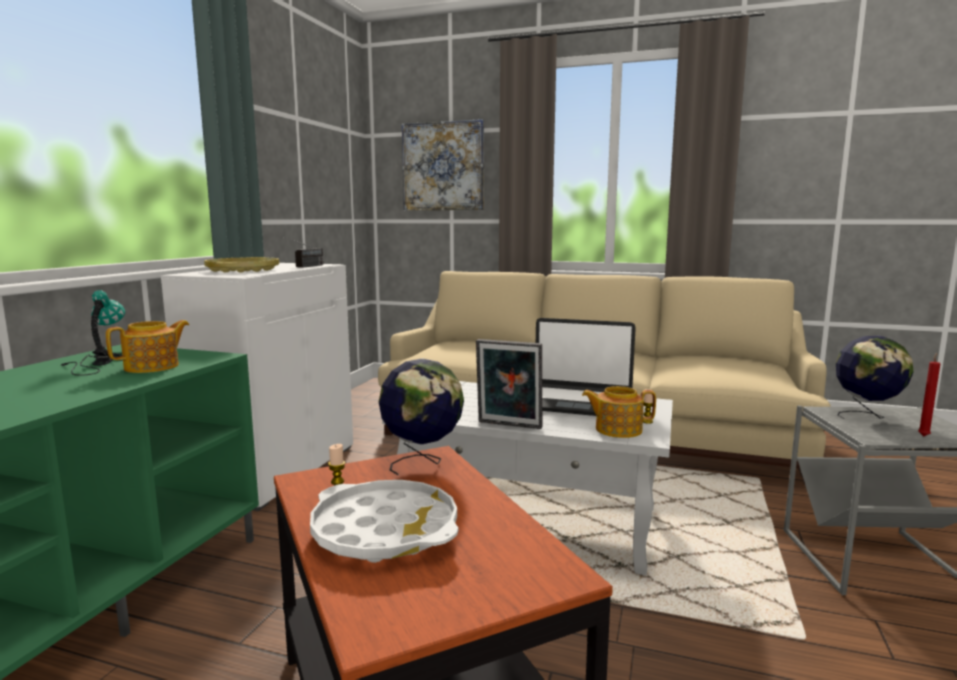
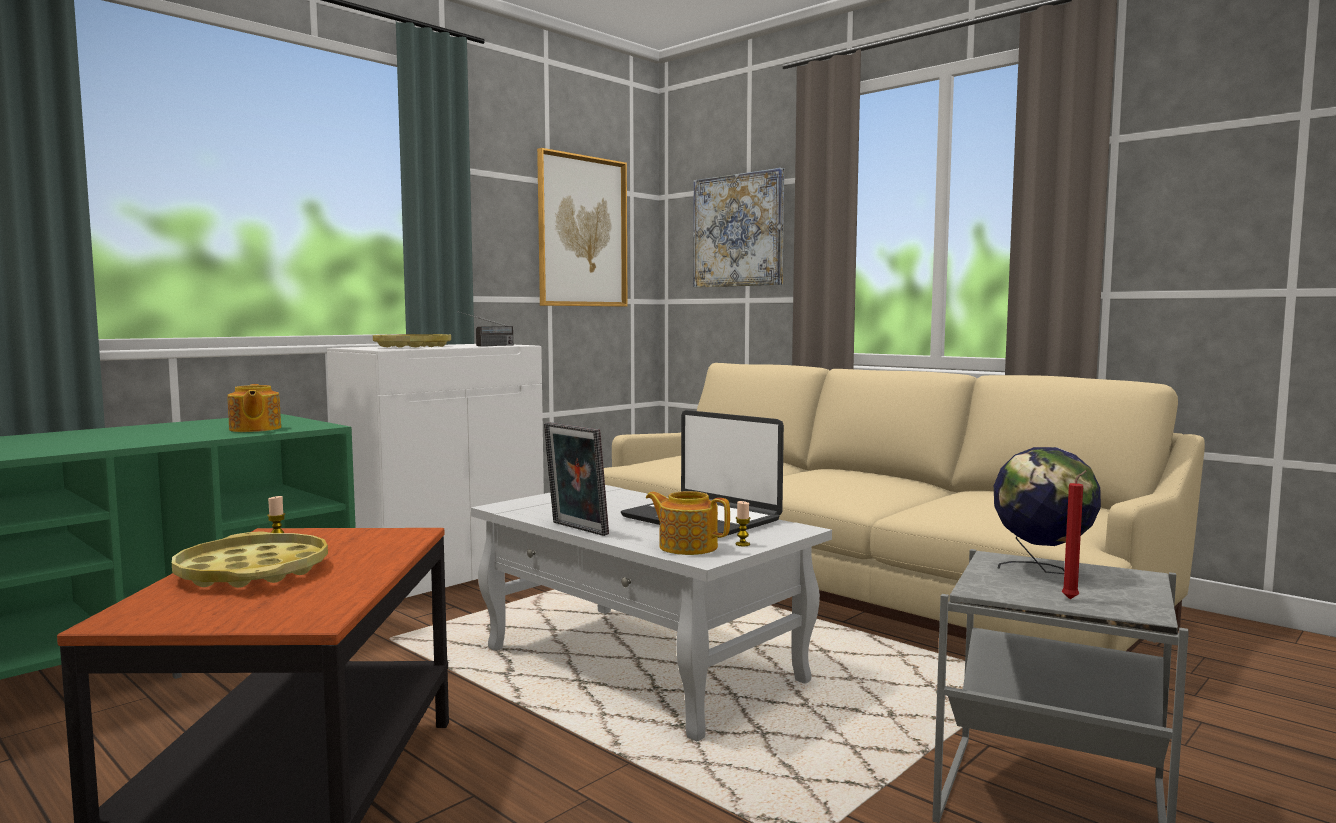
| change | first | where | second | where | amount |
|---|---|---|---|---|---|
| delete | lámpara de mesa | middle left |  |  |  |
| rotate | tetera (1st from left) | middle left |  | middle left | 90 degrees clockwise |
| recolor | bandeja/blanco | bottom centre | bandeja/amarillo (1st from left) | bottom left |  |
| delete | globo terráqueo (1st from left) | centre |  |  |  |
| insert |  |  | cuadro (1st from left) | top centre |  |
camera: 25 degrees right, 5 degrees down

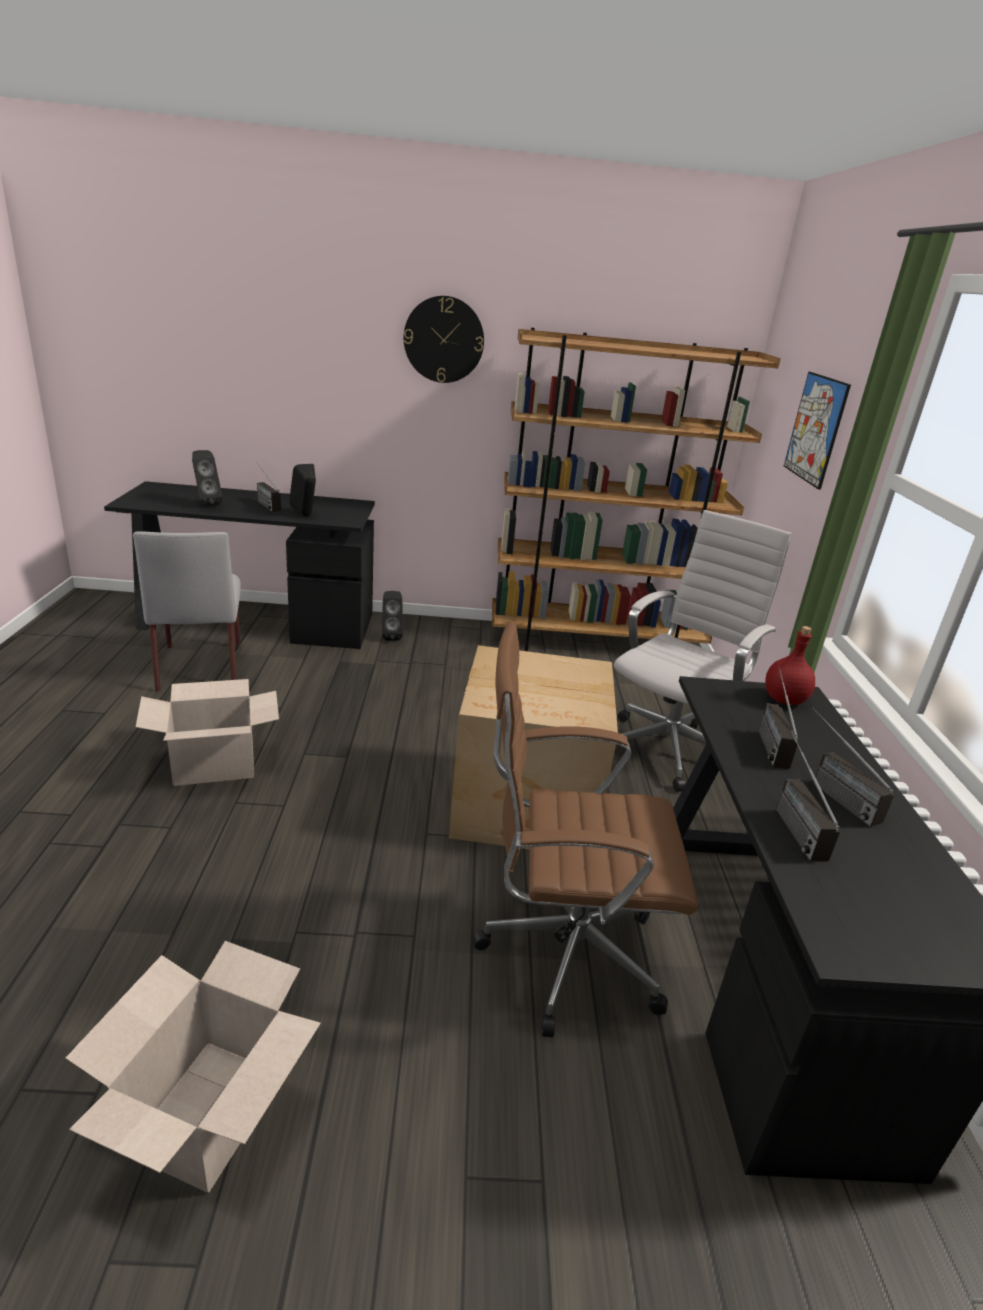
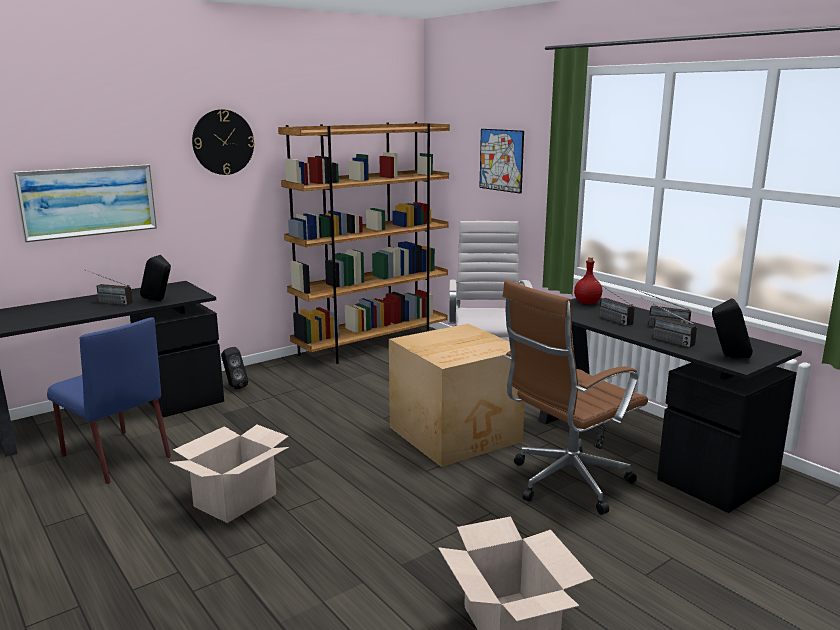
| change | first | where | second | where | amount |
|---|---|---|---|---|---|
| recolor | silla/gris | middle left | silla/azul | middle left |  |
| move | altavoz/negro (1st from left in the first image) | middle left | altavoz/negro (3rd from left) | middle right |  |
| insert |  |  | cuadro (1st from left) | top left |  |
camera: 35 degrees left, 10 degrees down

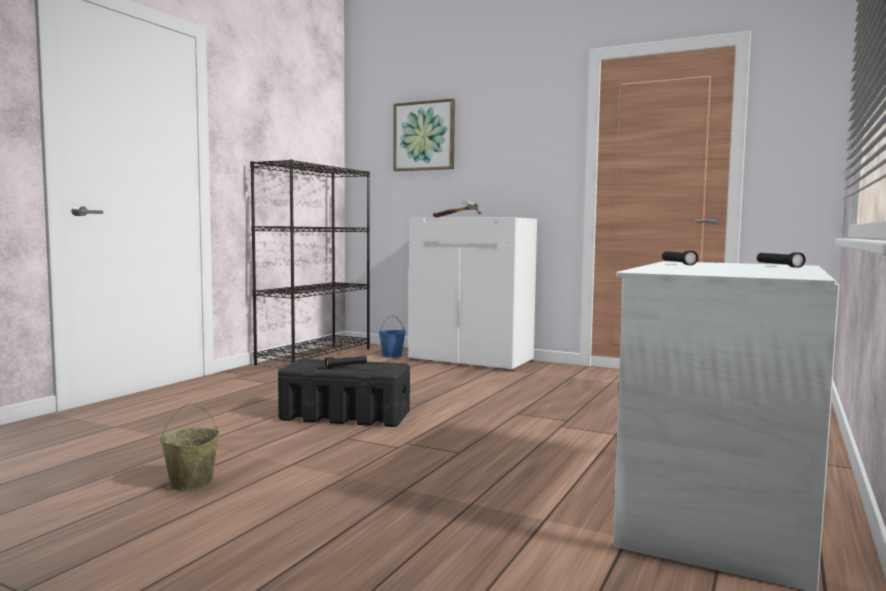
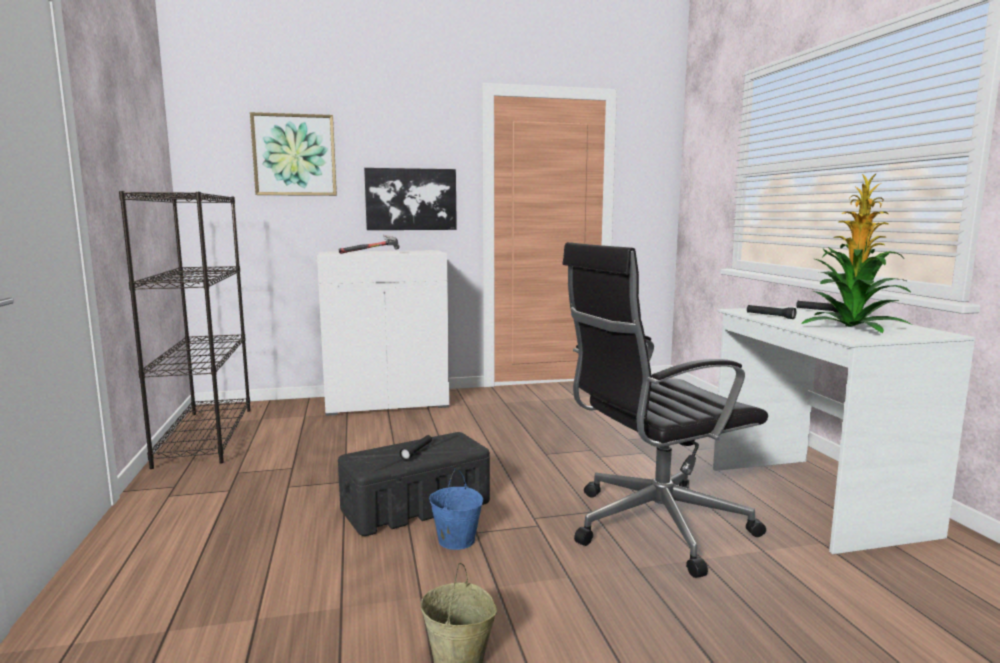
| change | first | where | second | where | amount |
|---|---|---|---|---|---|
| move | cubo/azul | centre |  | bottom centre |  |
| insert |  |  | cuadro (2nd from left) | top centre |  |
| insert |  |  | silla de oficina/negro | centre |  |
| insert |  |  | planta en maceta | middle right |  |
camera: 40 degrees left, 5 degrees up

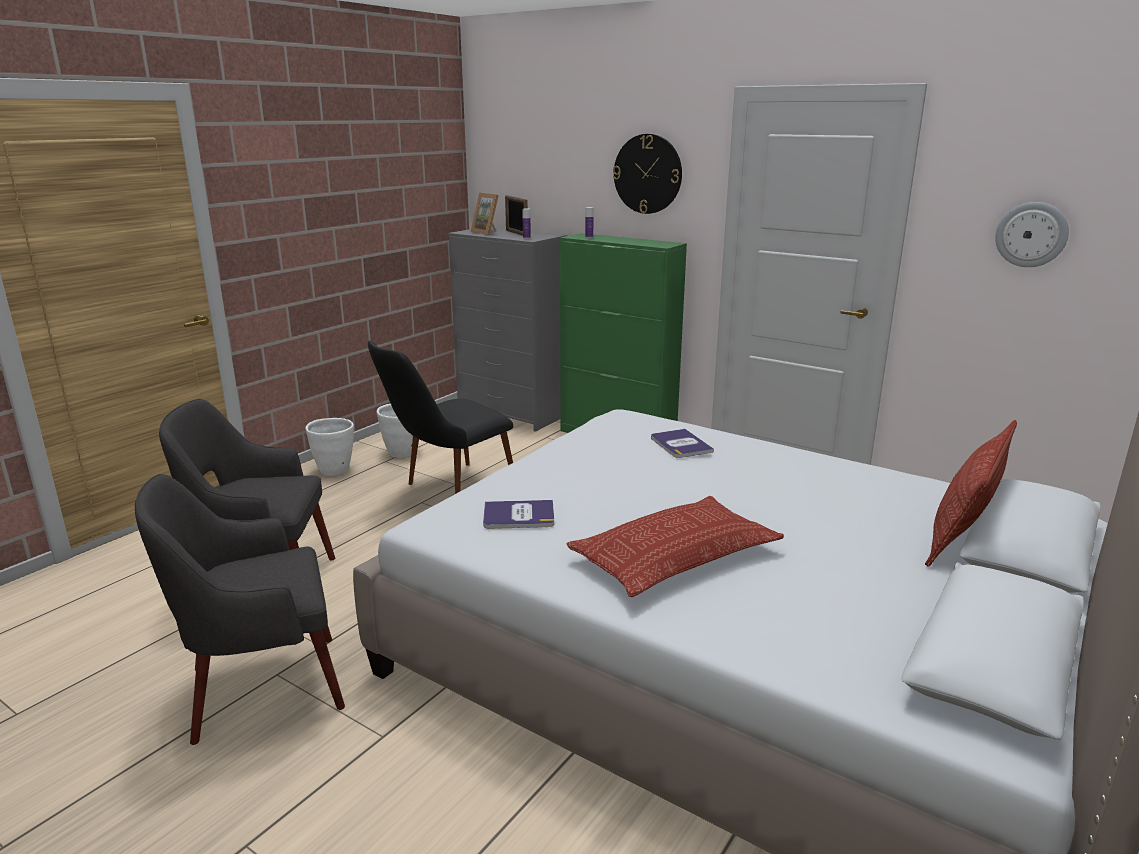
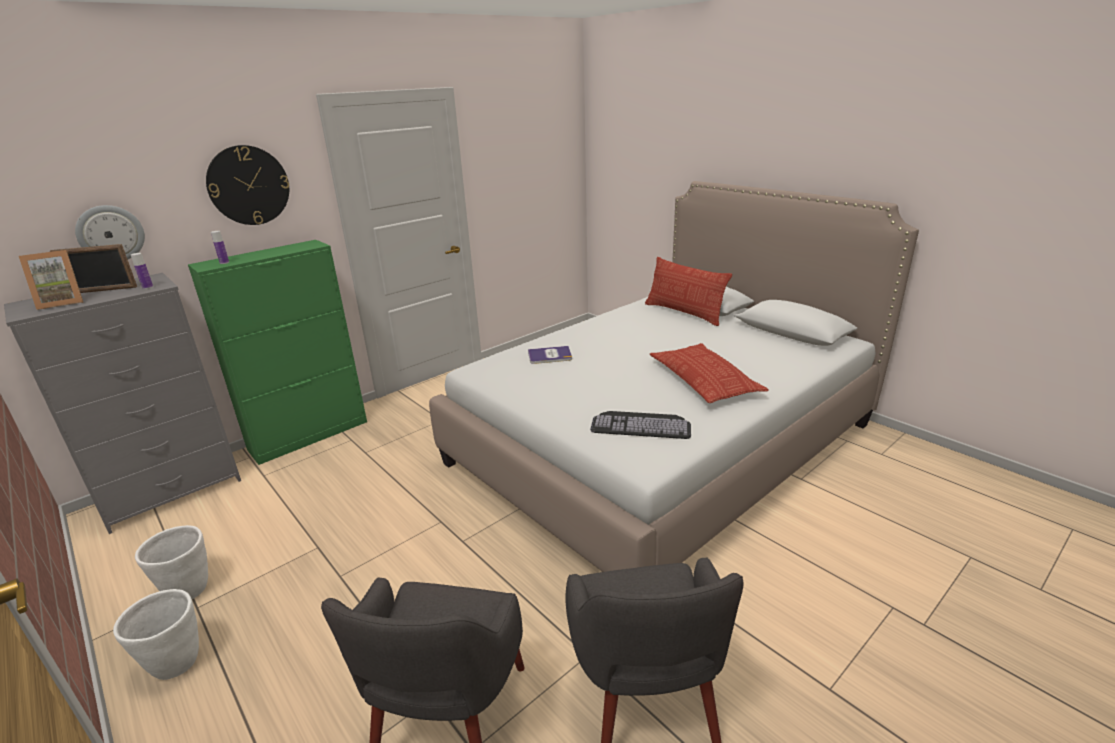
| change | first | where | second | where | amount |
|---|---|---|---|---|---|
| delete | silla/negro | centre |  |  |  |
| replace | libro (1st from left) | centre | teclado | centre |  |
| move | reloj de pared (2nd from left in the first image) | top right | reloj de pared (1st from left) | top left |  |
camera: 75 degrees left, 5 degrees up

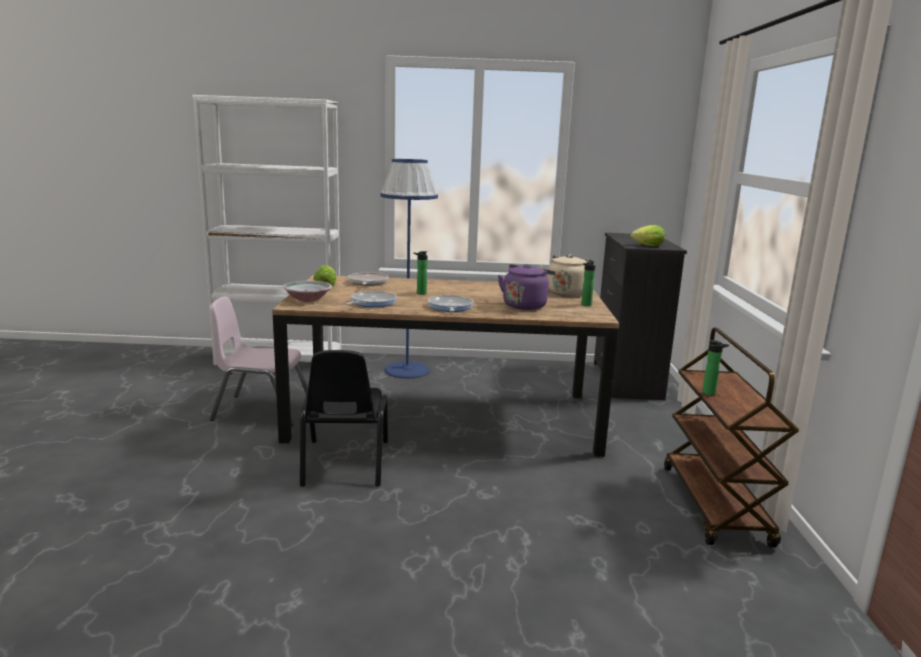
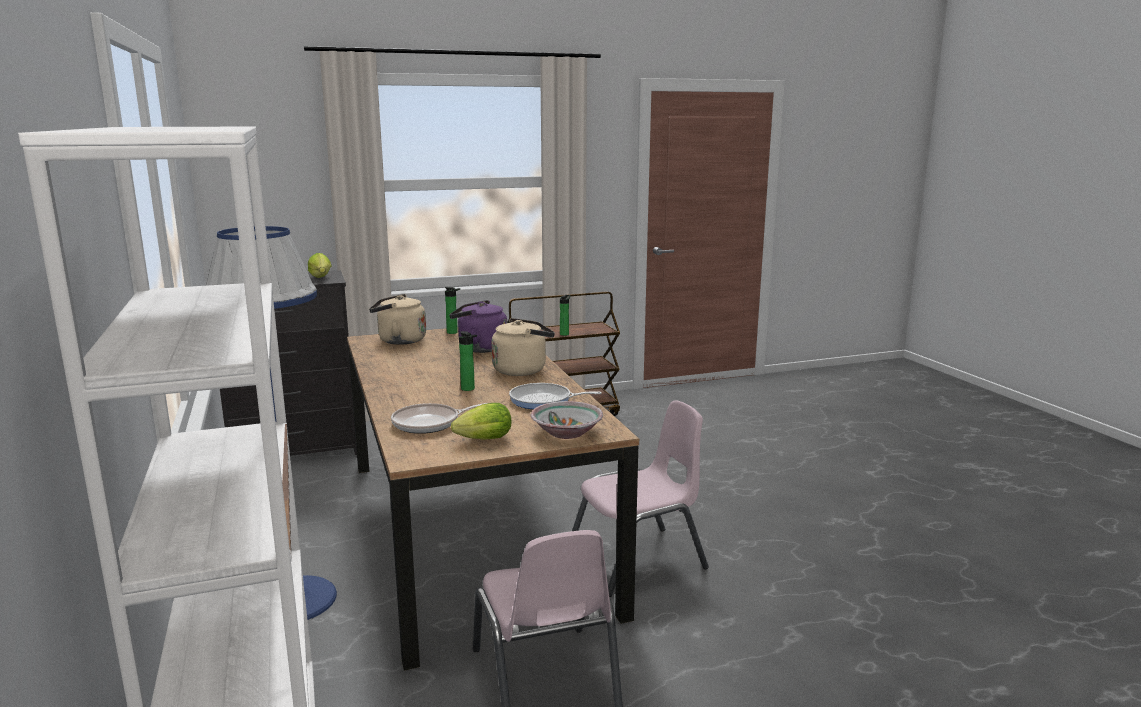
| change | first | where | second | where | amount |
|---|---|---|---|---|---|
| recolor | silla/negro | centre | silla/rosa (2nd from left) | bottom centre |  |
| replace | sartén (3rd from left) | centre | hervidor/beis (2nd from left) | centre |  |
camera: 110 degrees left, 0 degrees up

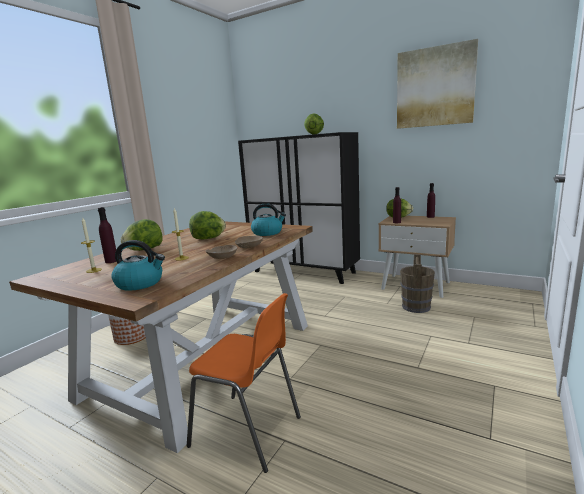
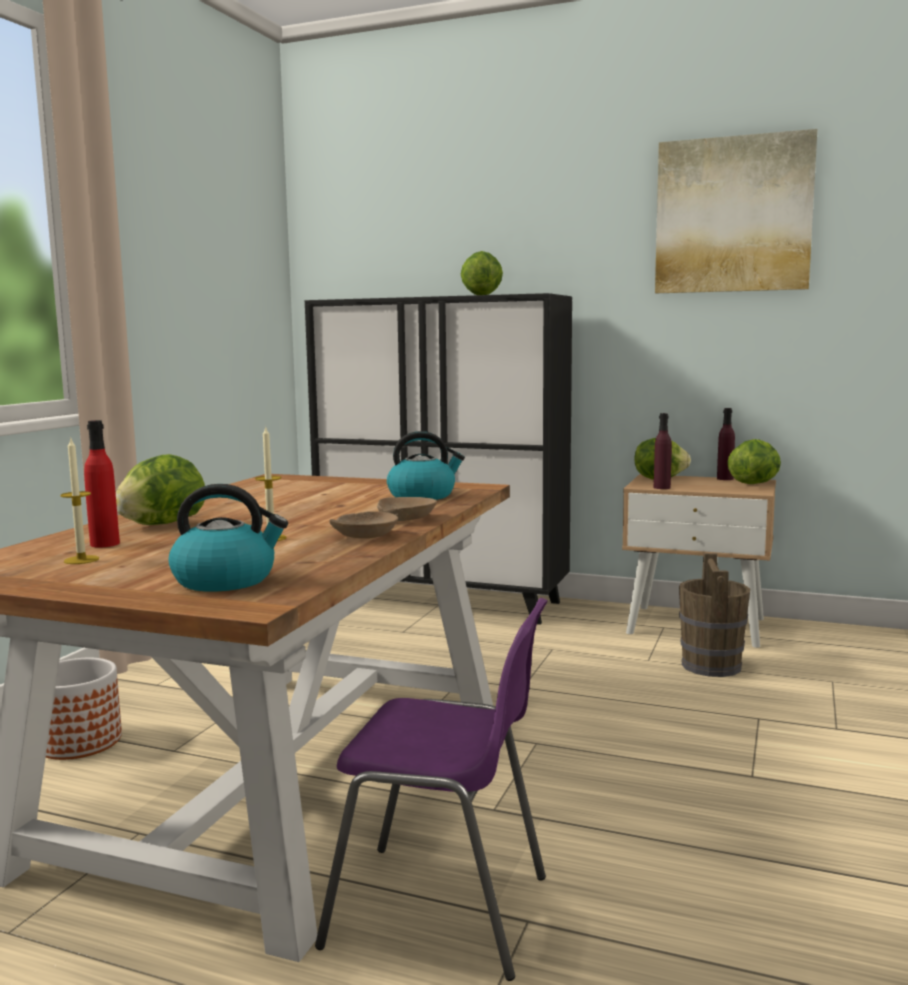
| change | first | where | second | where | amount |
|---|---|---|---|---|---|
| recolor | botella/morado (1st from left) | middle left | botella/rojo | middle left |  |
| recolor | silla/naranja | bottom centre | silla/morado | bottom centre |  |
| move | lechuga (2nd from left in the first image) | centre | lechuga (4th from left) | middle right |  |
camera: 10 degrees left, 5 degrees down

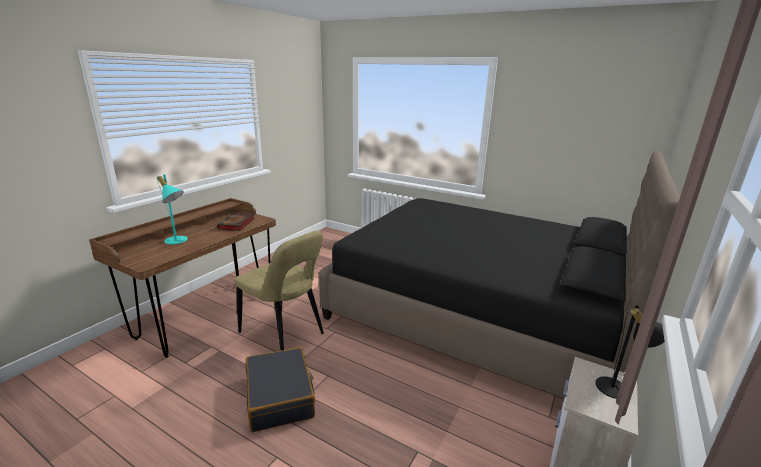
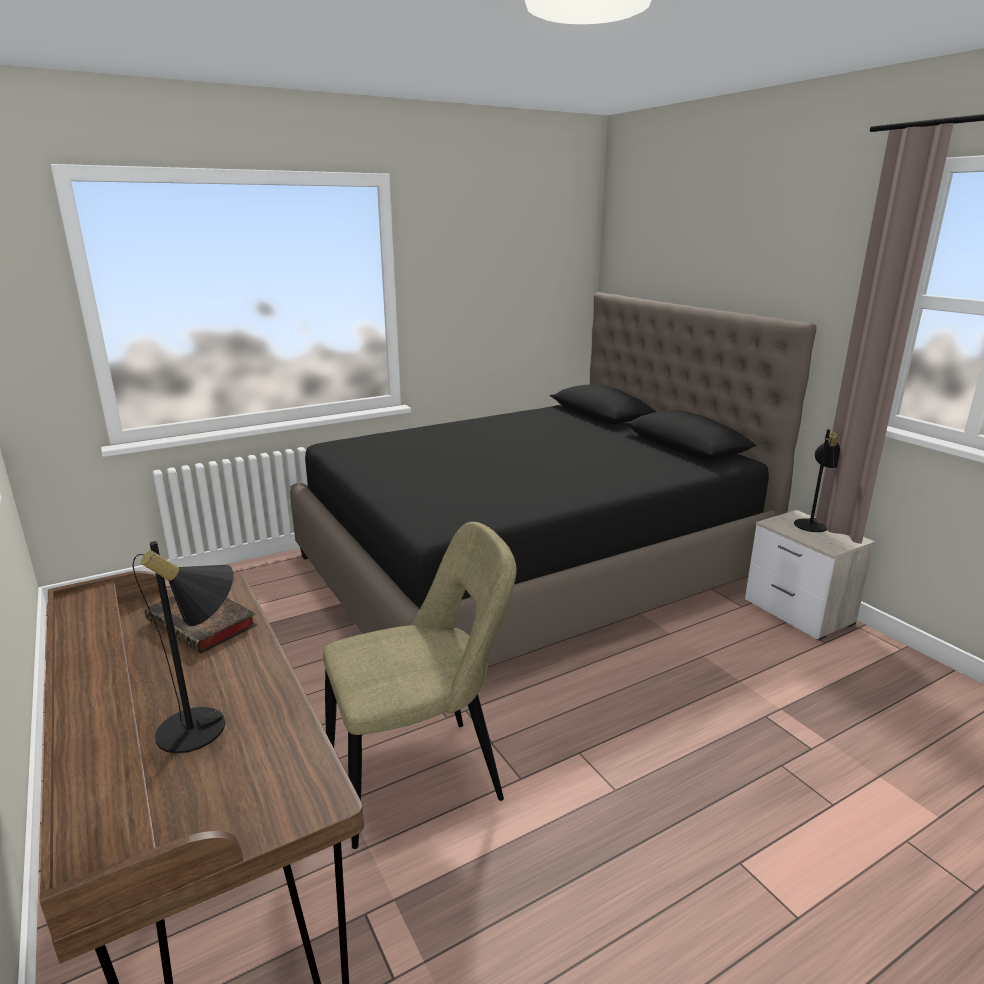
| change | first | where | second | where | amount |
|---|---|---|---|---|---|
| recolor | lámpara de mesa/turquesa | middle left | lámpara de mesa/negro (1st from left) | middle left |  |
| delete | maleta/negro | bottom centre |  |  |  |
camera: 60 degrees left, 0 degrees up

